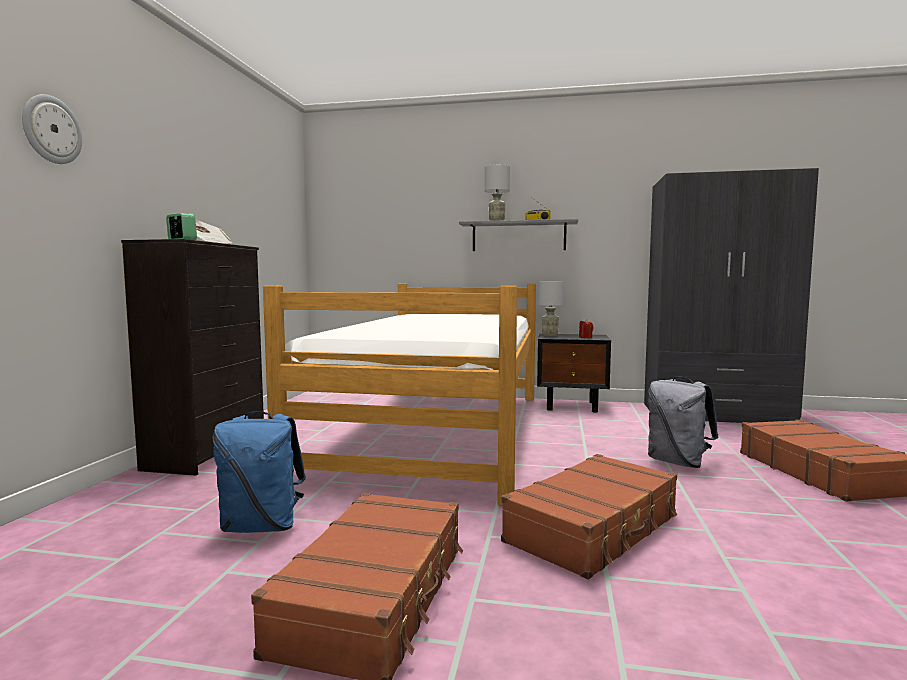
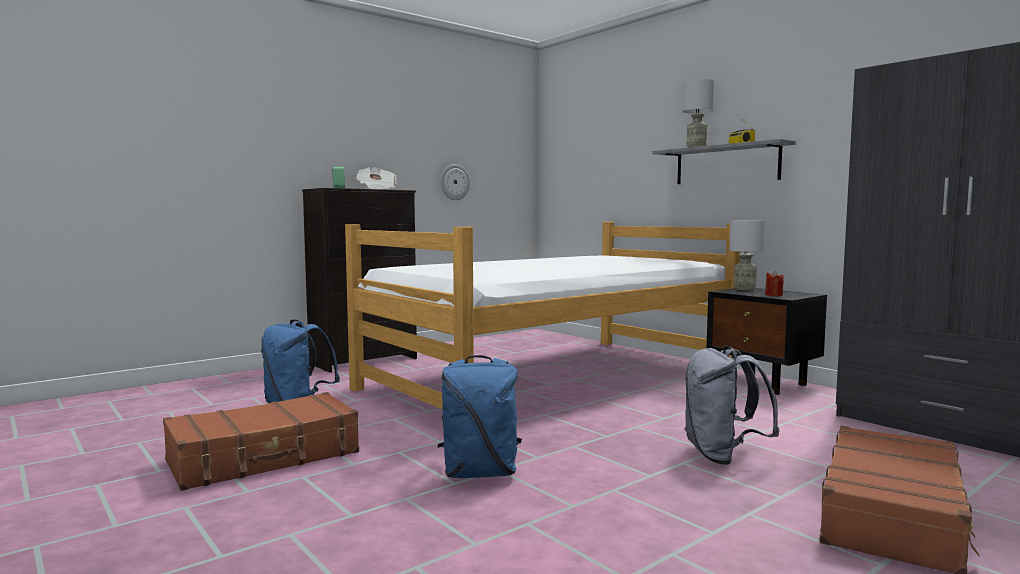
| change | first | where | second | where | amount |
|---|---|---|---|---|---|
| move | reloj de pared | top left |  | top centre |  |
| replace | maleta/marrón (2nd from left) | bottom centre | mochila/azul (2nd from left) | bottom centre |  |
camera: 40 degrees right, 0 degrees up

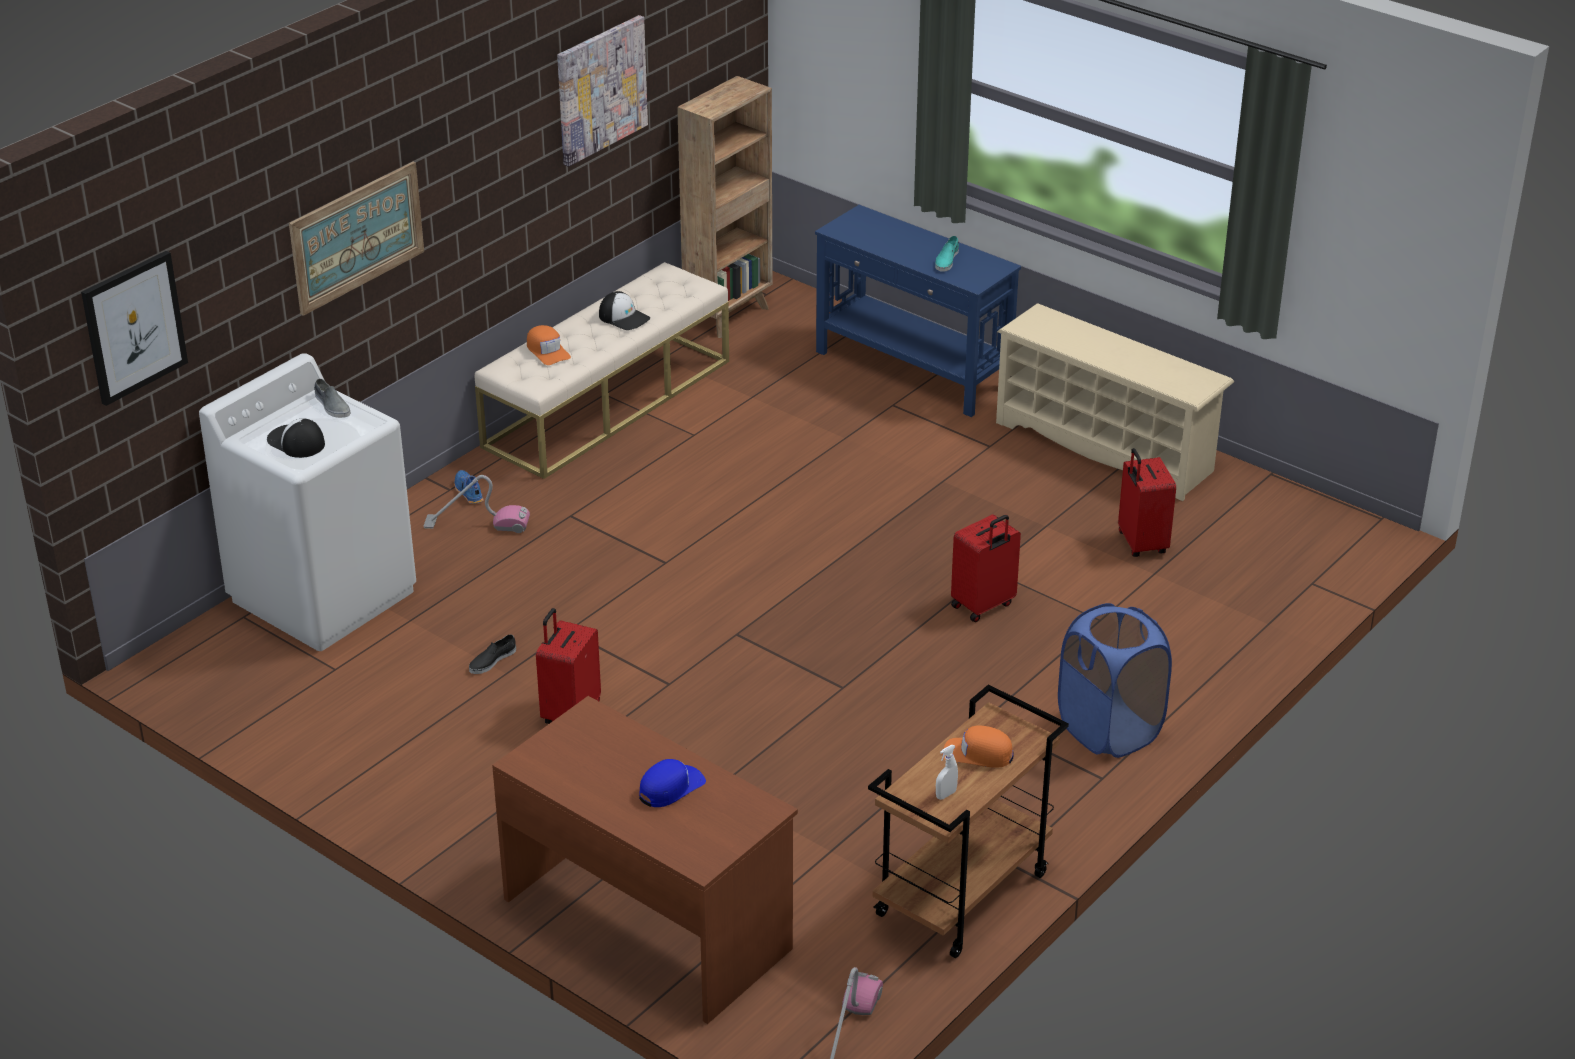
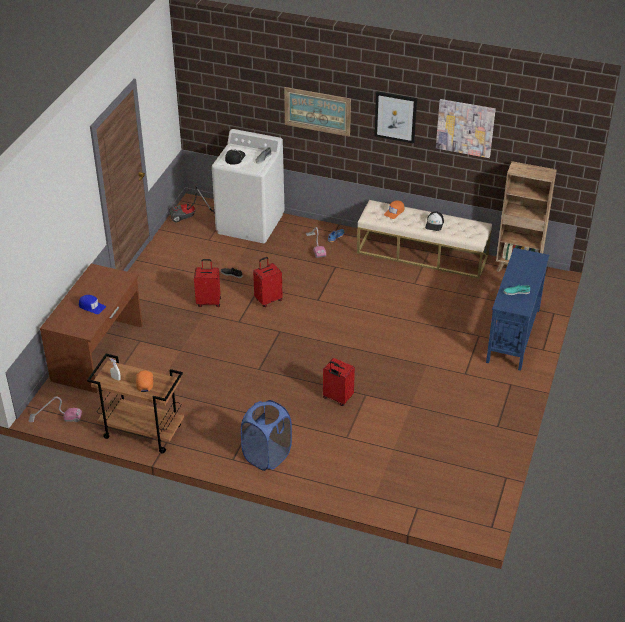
| change | first | where | second | where | amount |
|---|---|---|---|---|---|
| move | cuadro (1st from left in the first image) | top left | cuadro (2nd from left) | top centre |  |
| delete | zapatero/beis | middle right |  |  |  |
| move | maleta/rojo (3rd from left in the first image) | middle right | maleta/rojo (2nd from left) | centre |  |
| insert |  |  | aspiradora (2nd from left) | top left |  |
camera: 70 degrees right, 5 degrees up

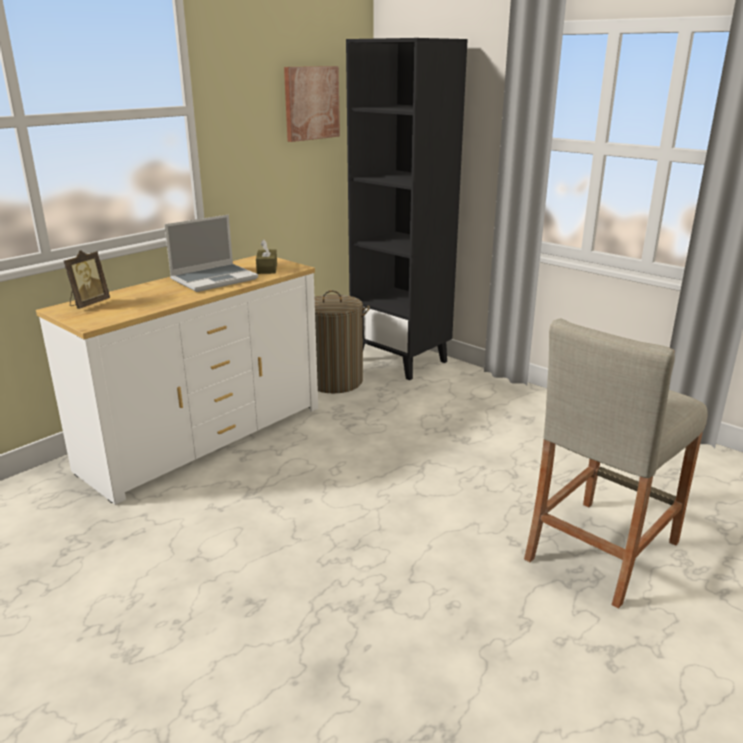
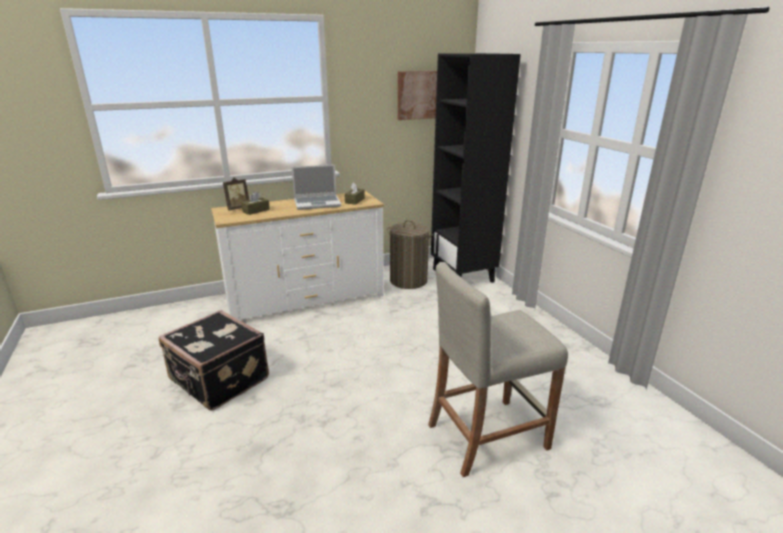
| change | first | where | second | where | amount |
|---|---|---|---|---|---|
| insert |  |  | maleta/negro | bottom left |  |
| insert |  |  | caja de pañuelos/marrón (1st from left) | middle left |  |
camera: 25 degrees right, 0 degrees up

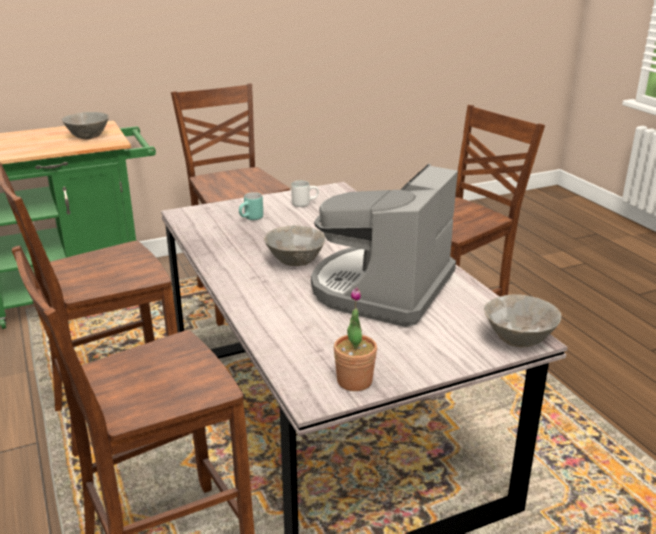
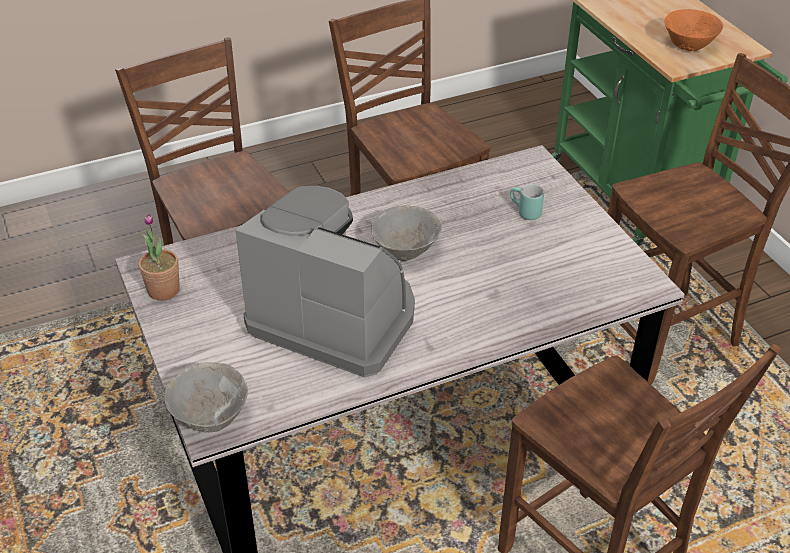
| change | first | where | second | where | amount |
|---|---|---|---|---|---|
| recolor | cuenco/gris (1st from left) | top left | cuenco/naranja | top right |  |
| delete | taza grande/blanco | centre |  |  |  |
camera: 90 degrees right, 15 degrees up

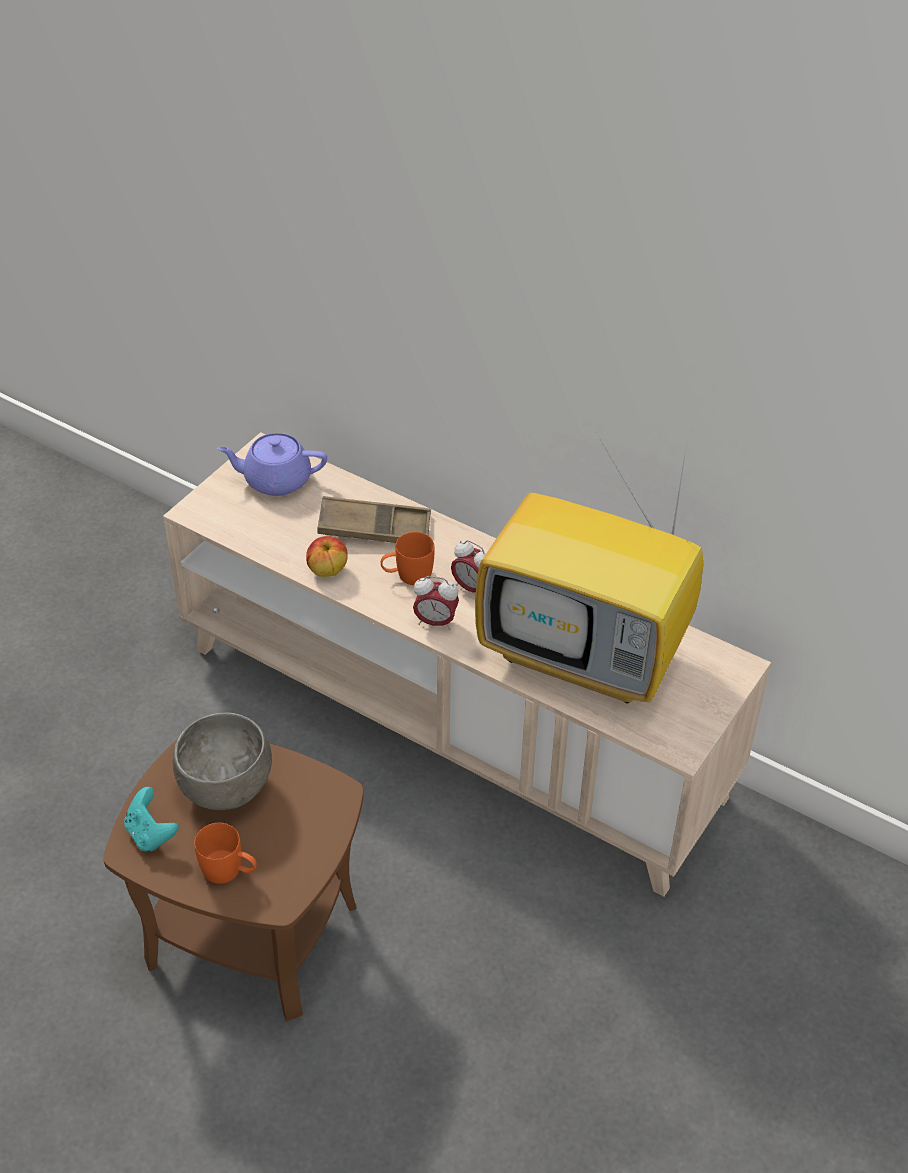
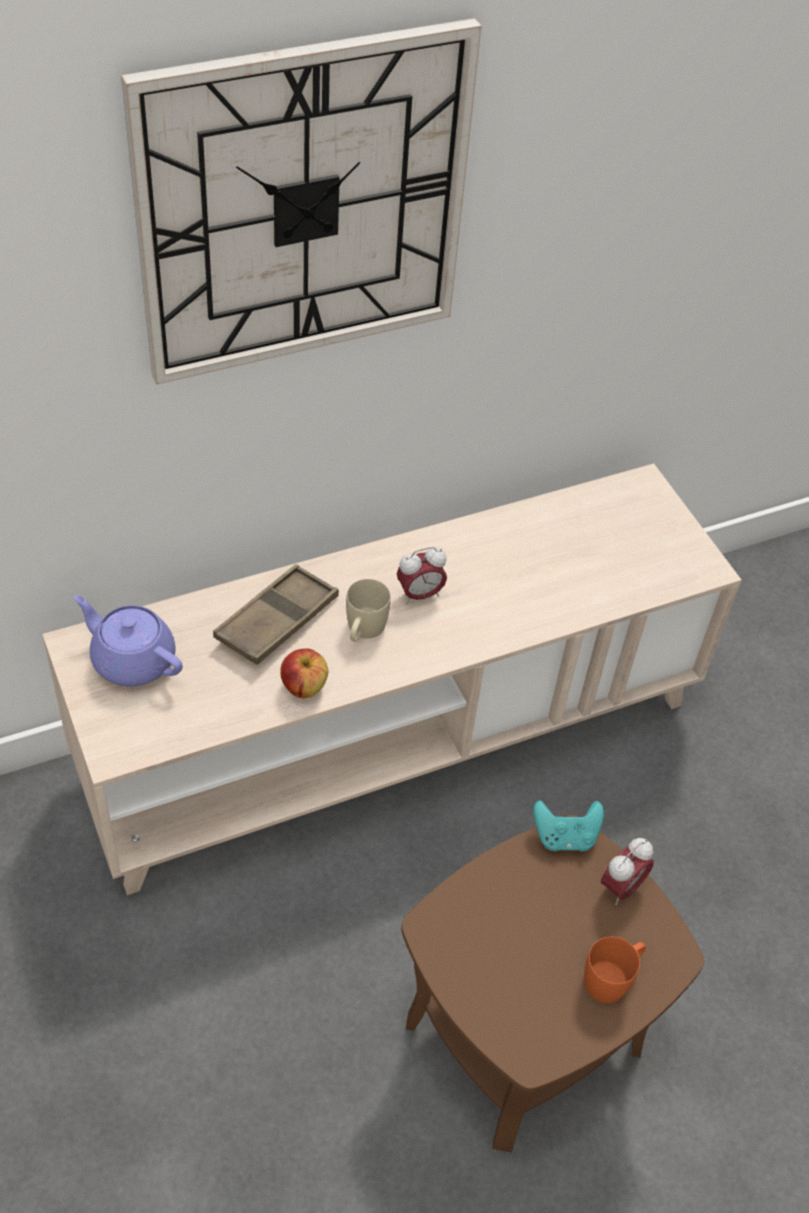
| change | first | where | second | where | amount |
|---|---|---|---|---|---|
| move | mando de consola/turquesa | bottom left |  | bottom right |  |
| delete | cuenco/gris | middle left |  |  |  |
| rotate | tetera/morado | middle left |  | middle left | 90 degrees clockwise |
| recolor | taza grande/naranja (2nd from left) | centre | taza grande/beis | centre |  |
| move | despertador (1st from left in the first image) | centre | despertador (2nd from left) | bottom right |  |
| delete | televisor | centre |  |  |  |
| insert |  |  | reloj de pared | top centre |  |
camera: 60 degrees left, 5 degrees up

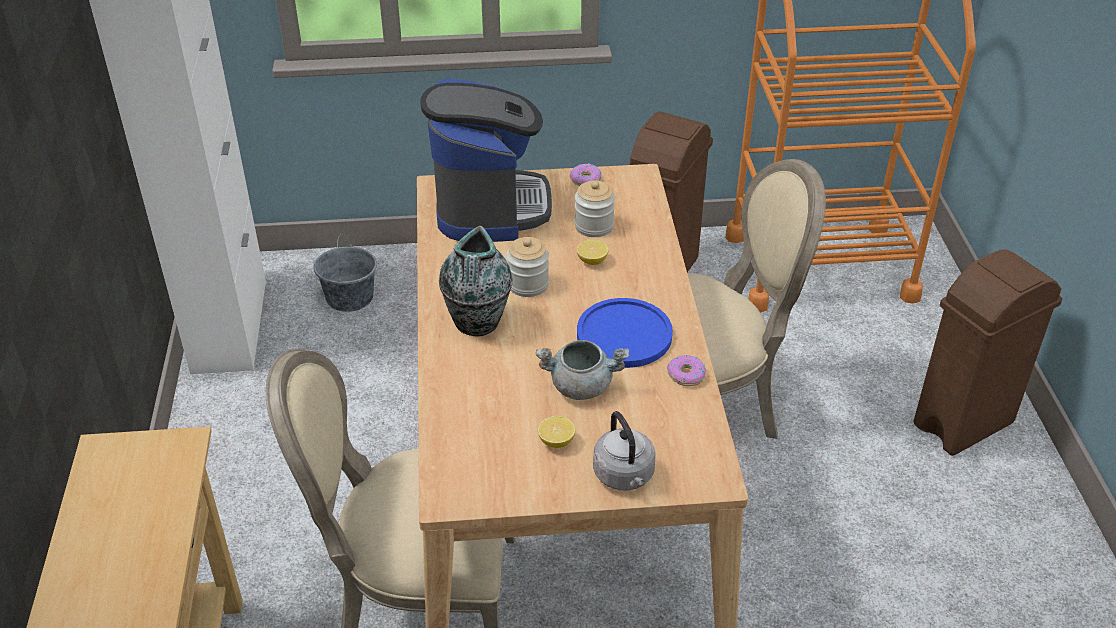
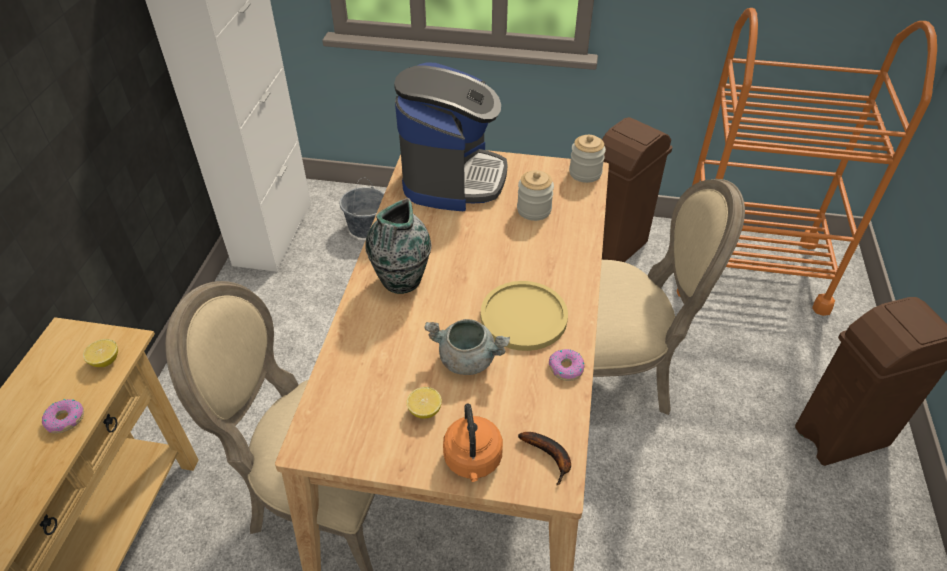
| change | first | where | second | where | amount |
|---|---|---|---|---|---|
| move | tarro (1st from left in the first image) | centre | tarro (2nd from left) | top centre |  |
| move | rosquilla (1st from left) | top centre |  | bottom left |  |
| move | limón (2nd from left in the first image) | centre | limón (1st from left) | middle left |  |
| recolor | plato/azul | centre | plato/amarillo | centre |  |
| recolor | hervidor/gris | bottom centre | hervidor/naranja | bottom centre |  |
| insert |  |  | plátano | bottom centre |  |
camera: 15 degrees right, 5 degrees up

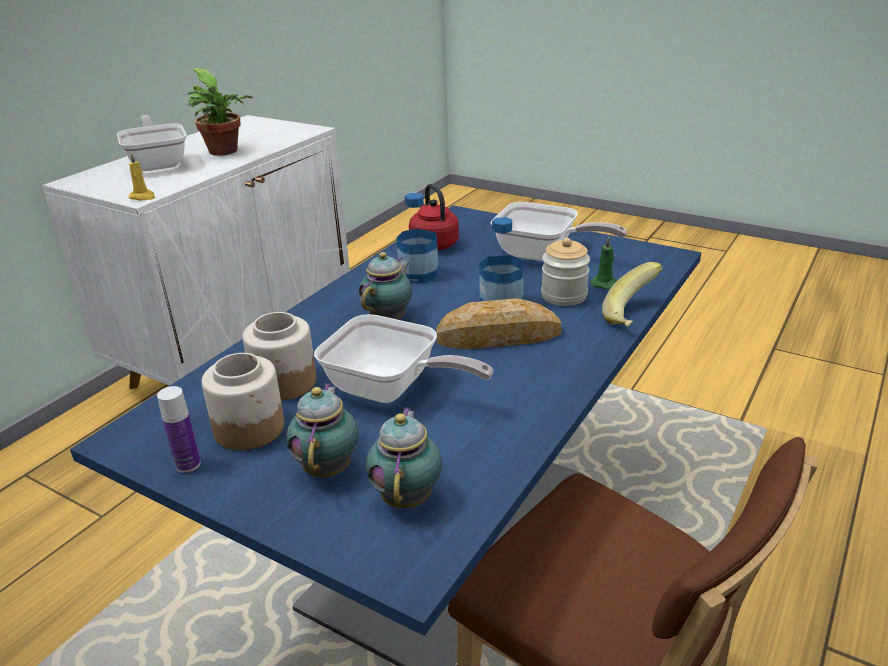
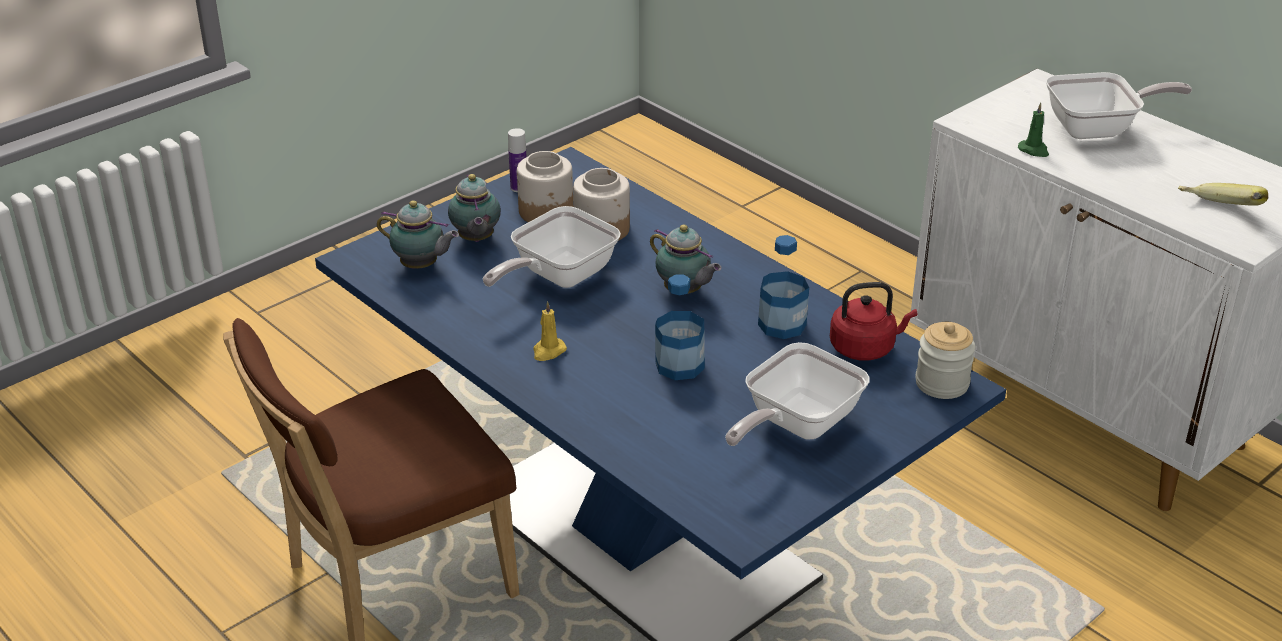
| change | first | where | second | where | amount |
|---|---|---|---|---|---|
| move | vela/amarillo | top left |  | centre |  |
| delete | planta en maceta | top left |  |  |  |
| rotate | tetera (1st from left in the first image) | centre | tetera (2nd from left) | top centre | 60 degrees clockwise |
| delete | pan | centre |  |  |  |
| move | tarro (3rd from left) | centre |  | middle right |  |
| move | vela/verde | middle right |  | top right |  |
| move | plátano | middle right |  | top right |  |
camera: 105 degrees right, 5 degrees up

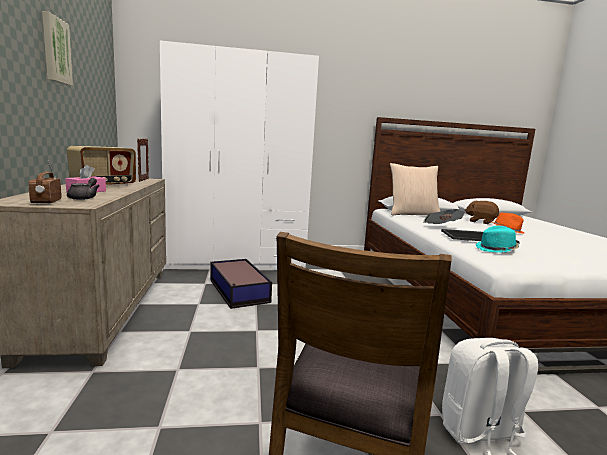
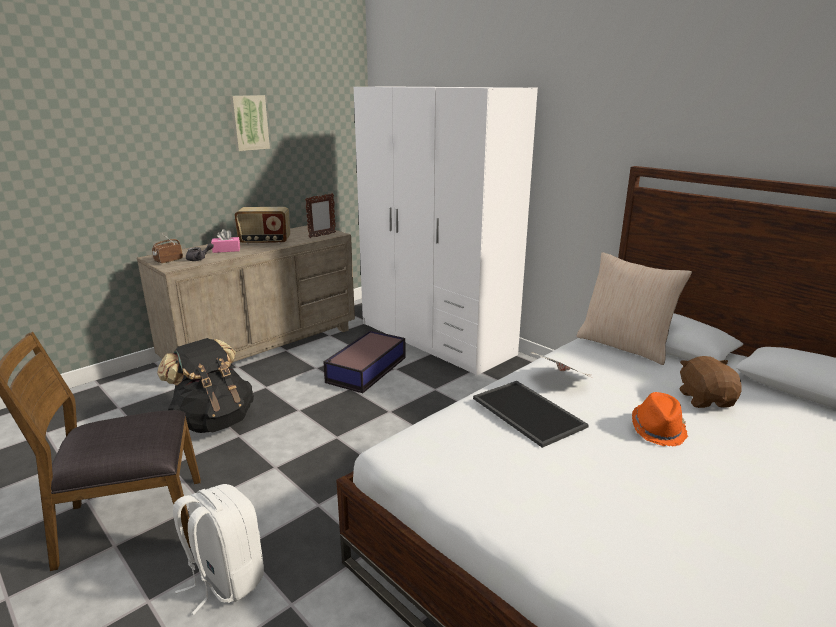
| change | first | where | second | where | amount |
|---|---|---|---|---|---|
| delete | sombrero/turquesa | middle right |  |  |  |
| insert |  |  | mochila/negro | middle left |  |
camera: 55 degrees right, 10 degrees up

